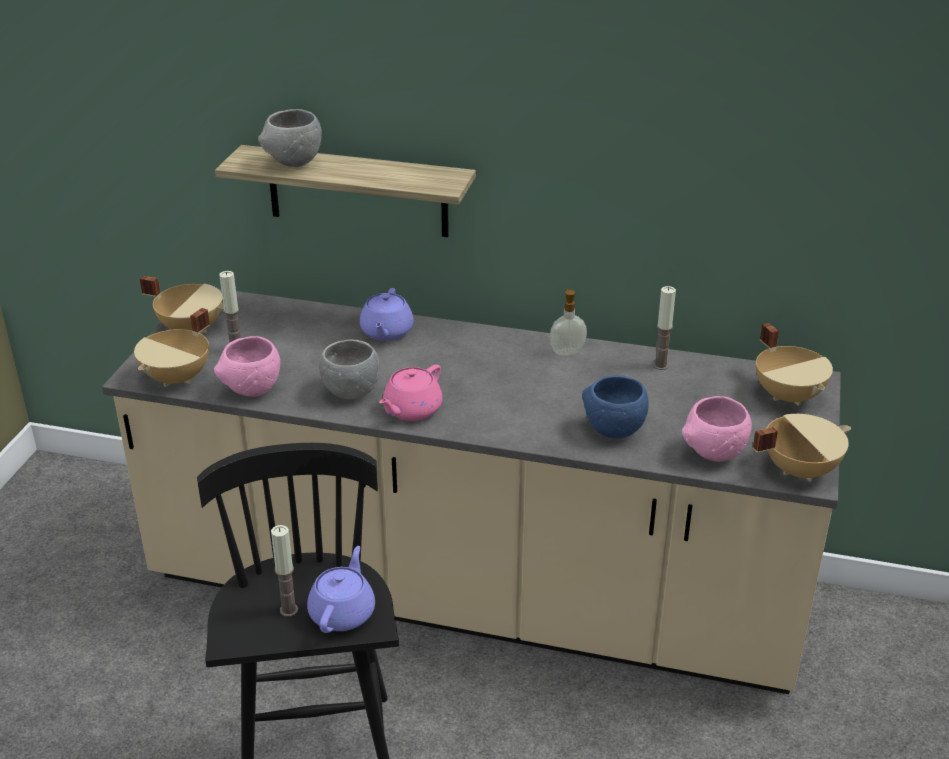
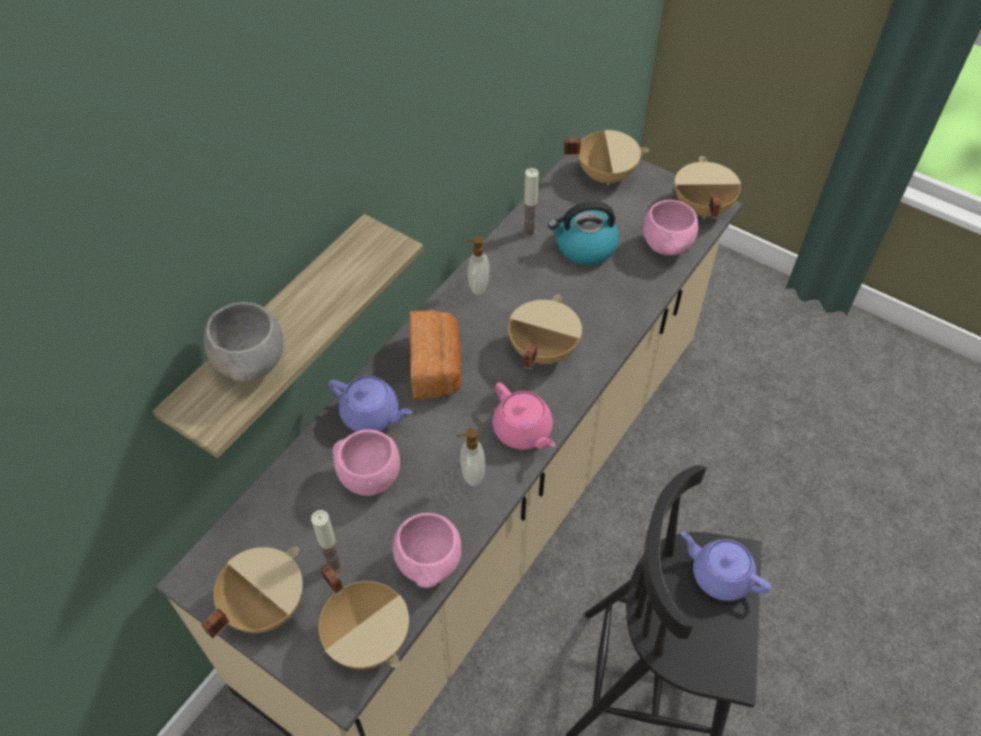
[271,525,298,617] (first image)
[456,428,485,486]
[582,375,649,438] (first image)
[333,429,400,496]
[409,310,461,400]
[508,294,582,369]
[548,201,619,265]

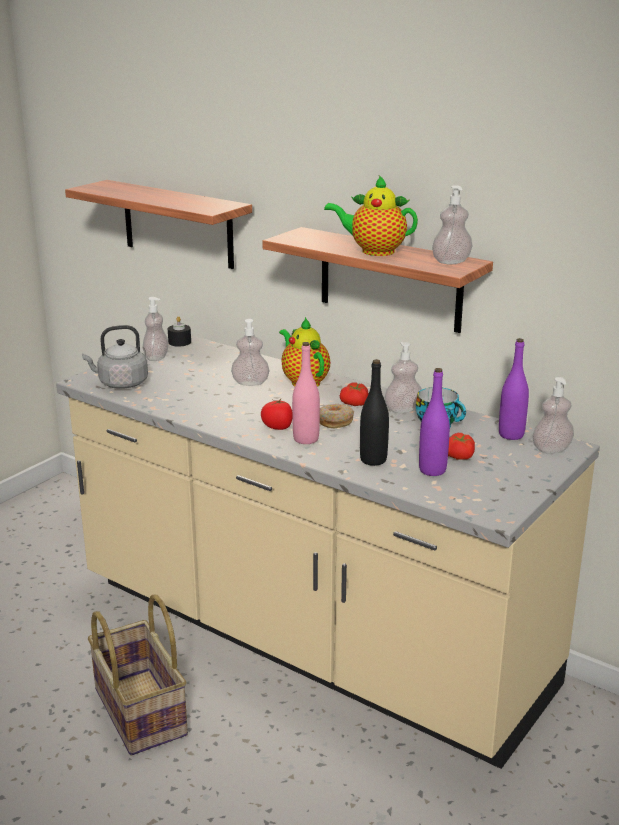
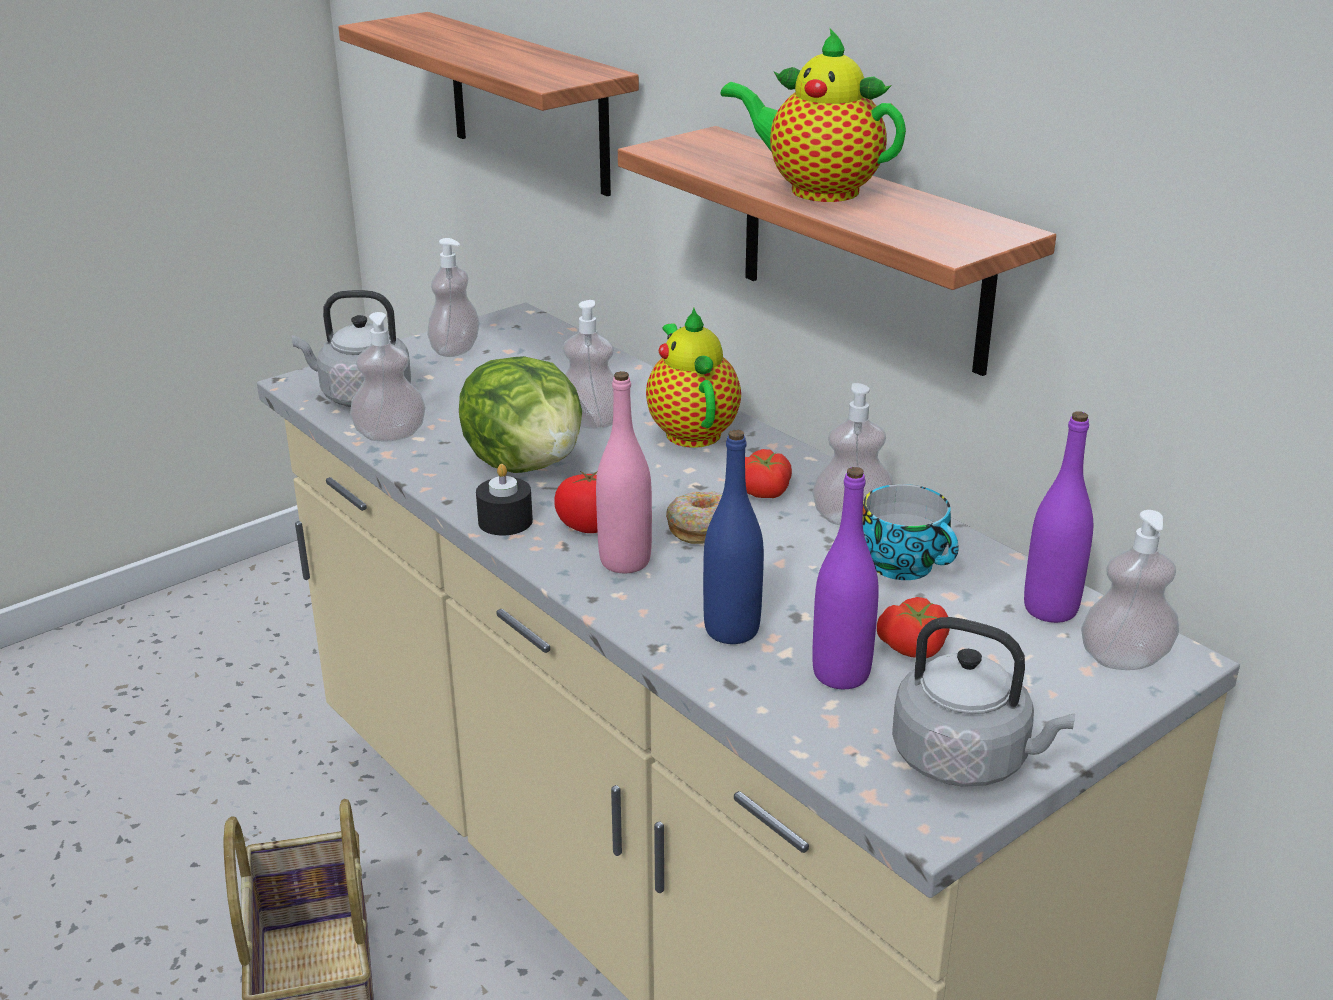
[476,464,533,535]
[703,430,764,644]
[350,312,426,441]
[459,356,582,473]
[892,617,1075,787]

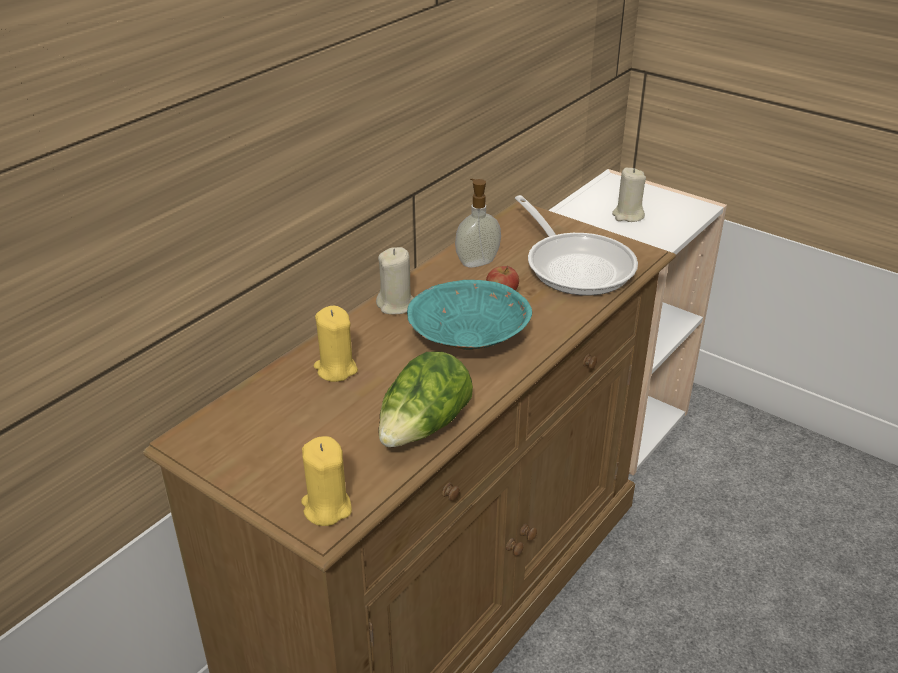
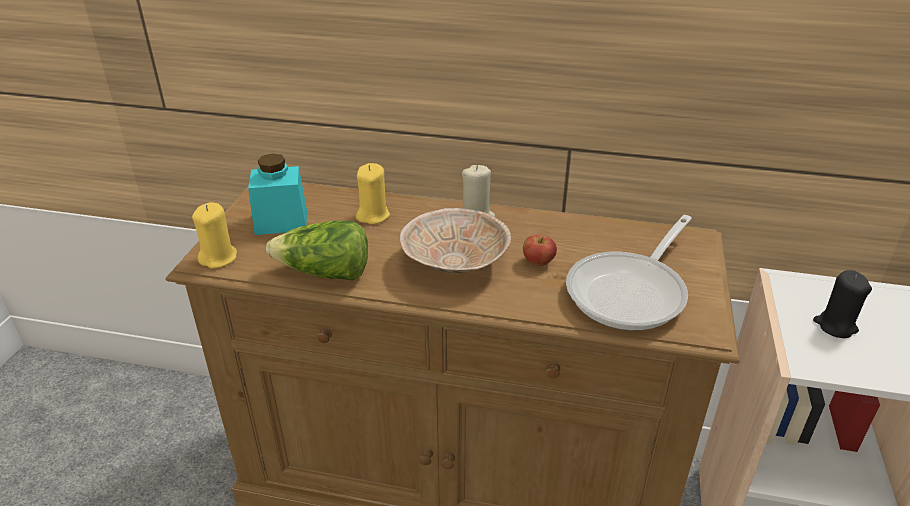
[399,208,511,273]
[455,179,501,268] (first image)
[813,270,872,338]
[248,153,307,235]

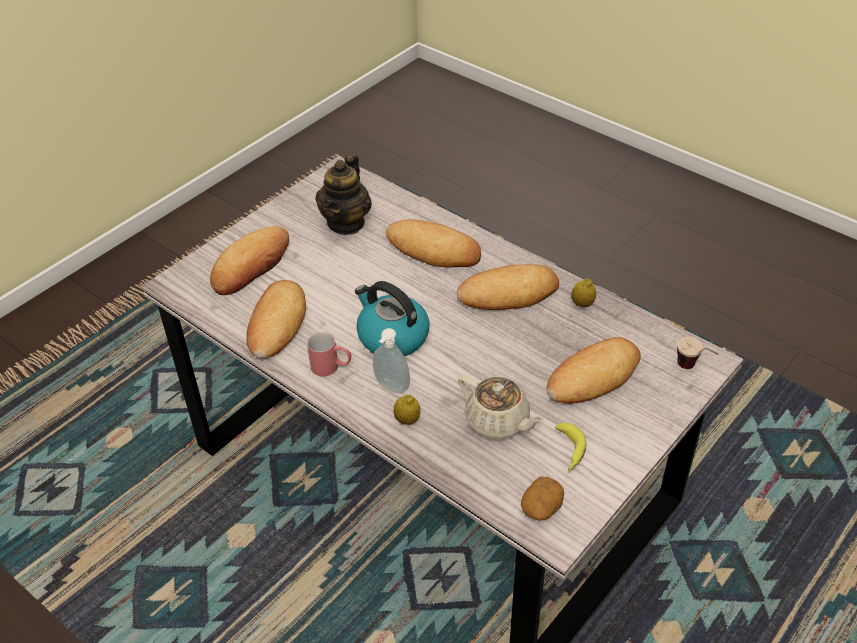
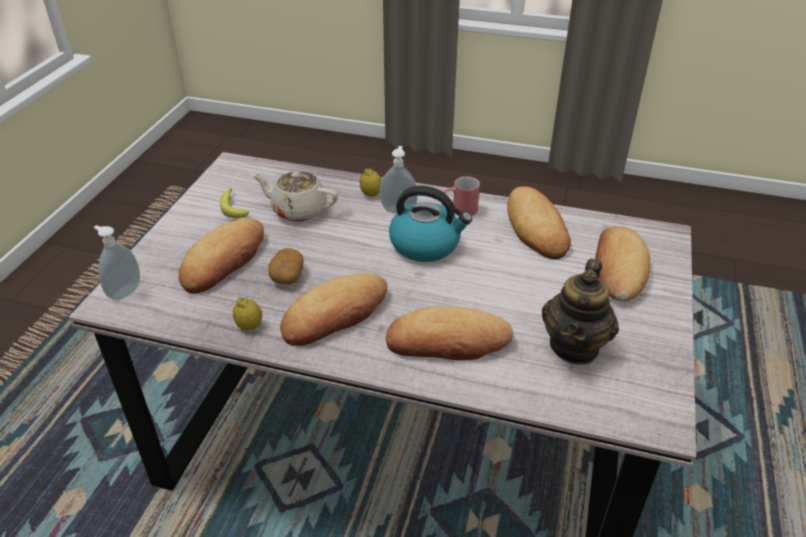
[542,258,619,365]
[268,248,304,285]
[94,225,140,301]

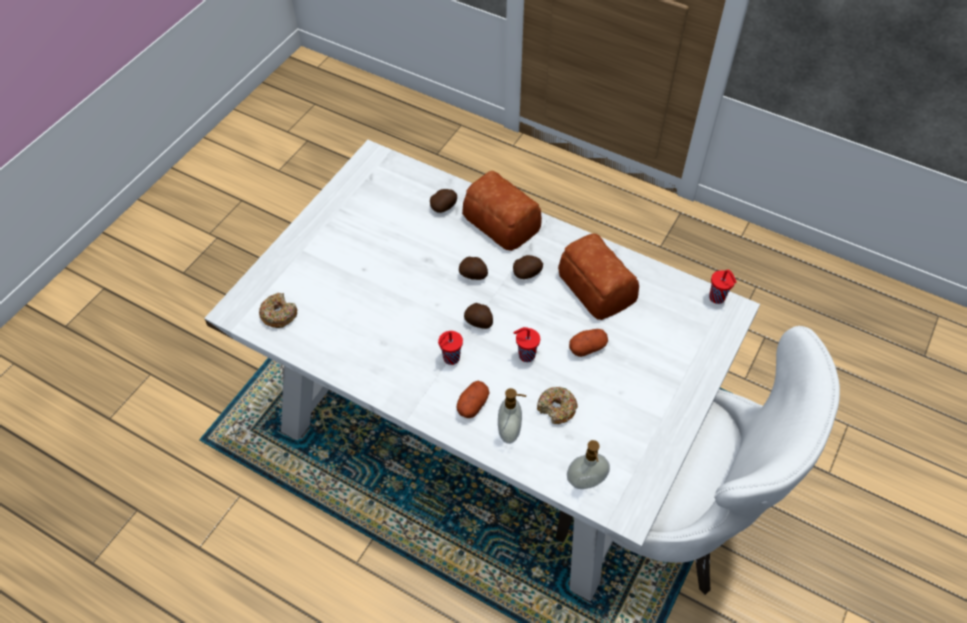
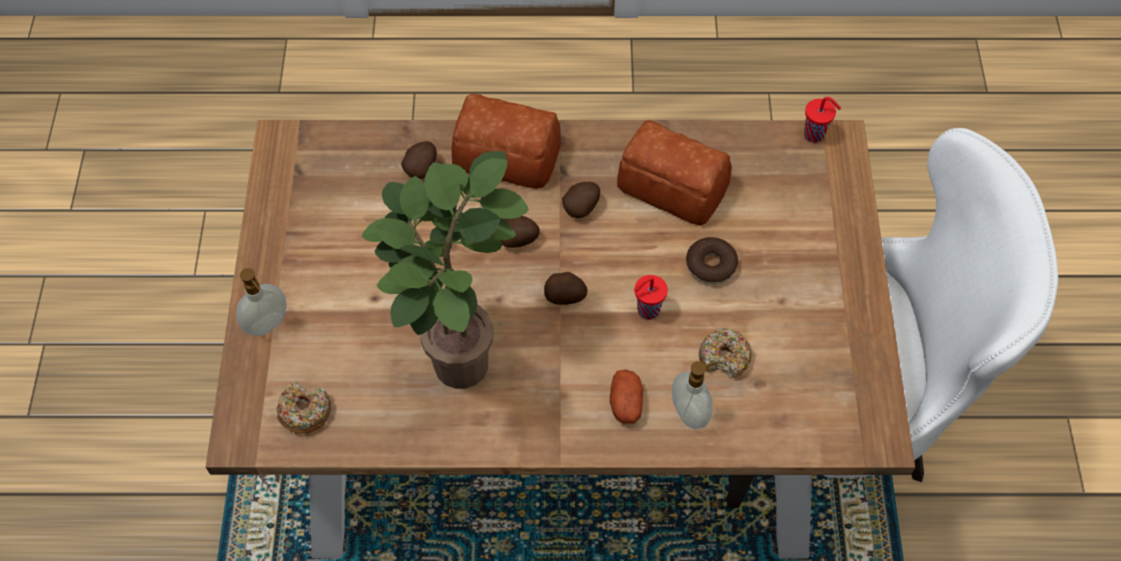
[206,120,915,558]
[438,331,463,365] (first image)
[236,268,287,336]
[686,237,738,284]
[362,151,529,389]

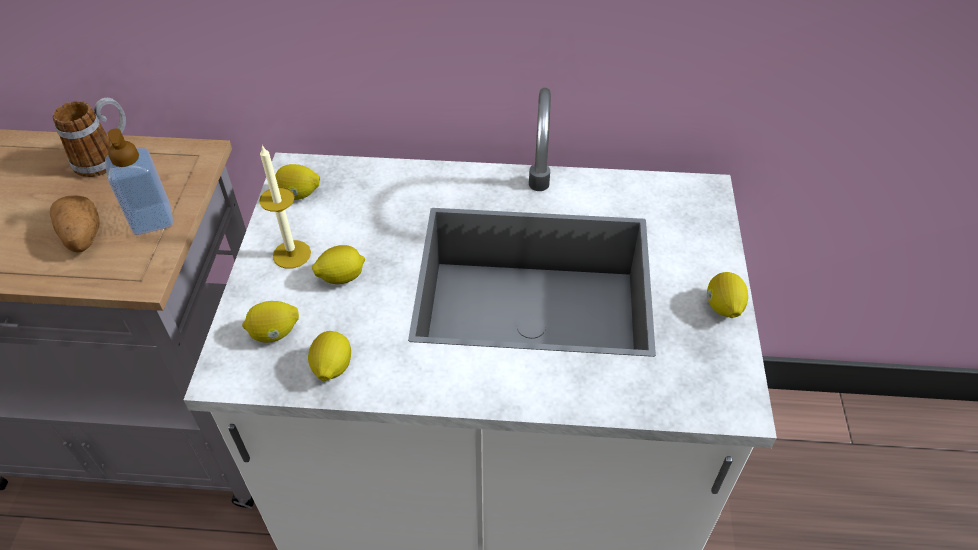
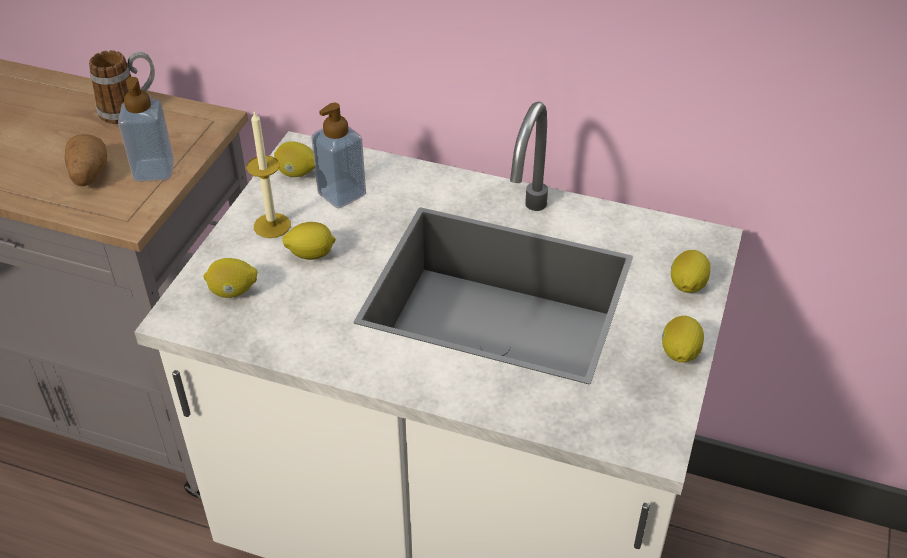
[671,250,711,293]
[311,103,366,209]

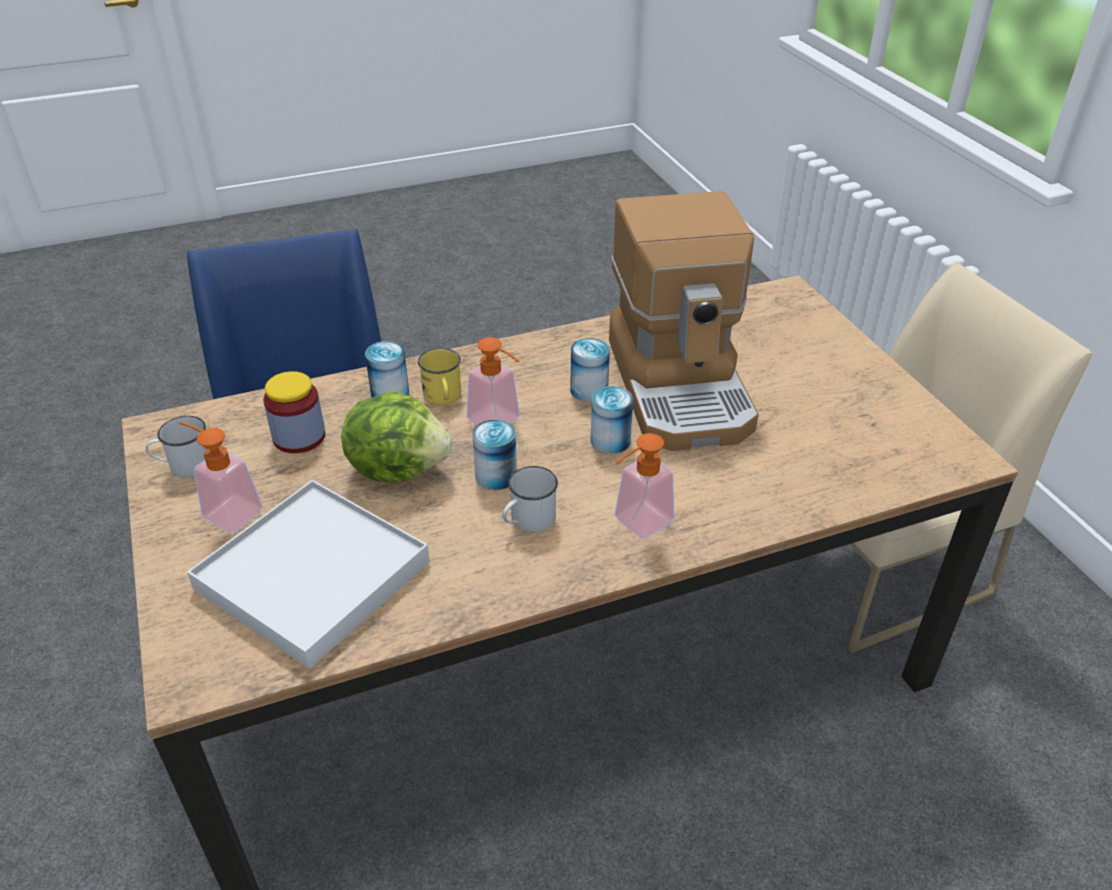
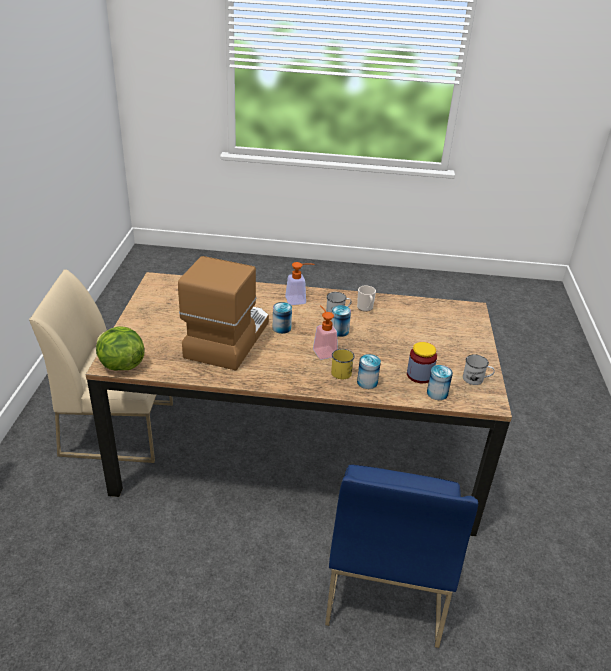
[179,422,263,533] (first image)
[187,480,430,669] (first image)
[96,326,144,370]
[427,365,453,400]
[357,286,376,312]

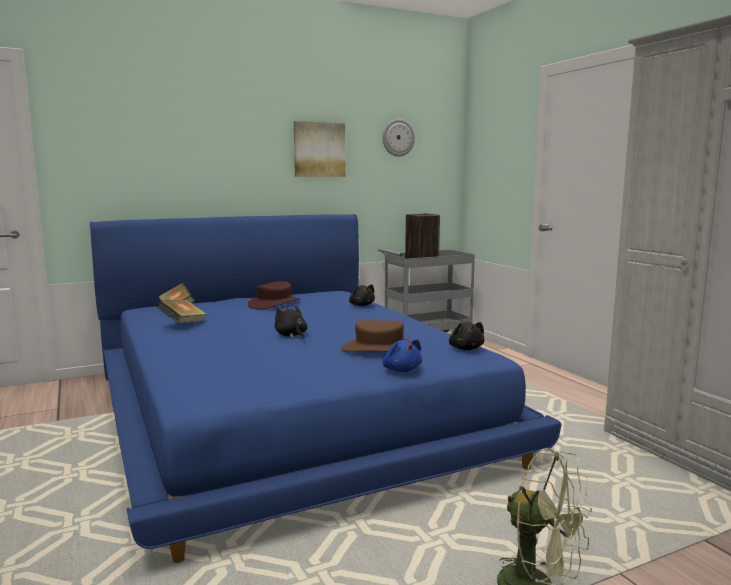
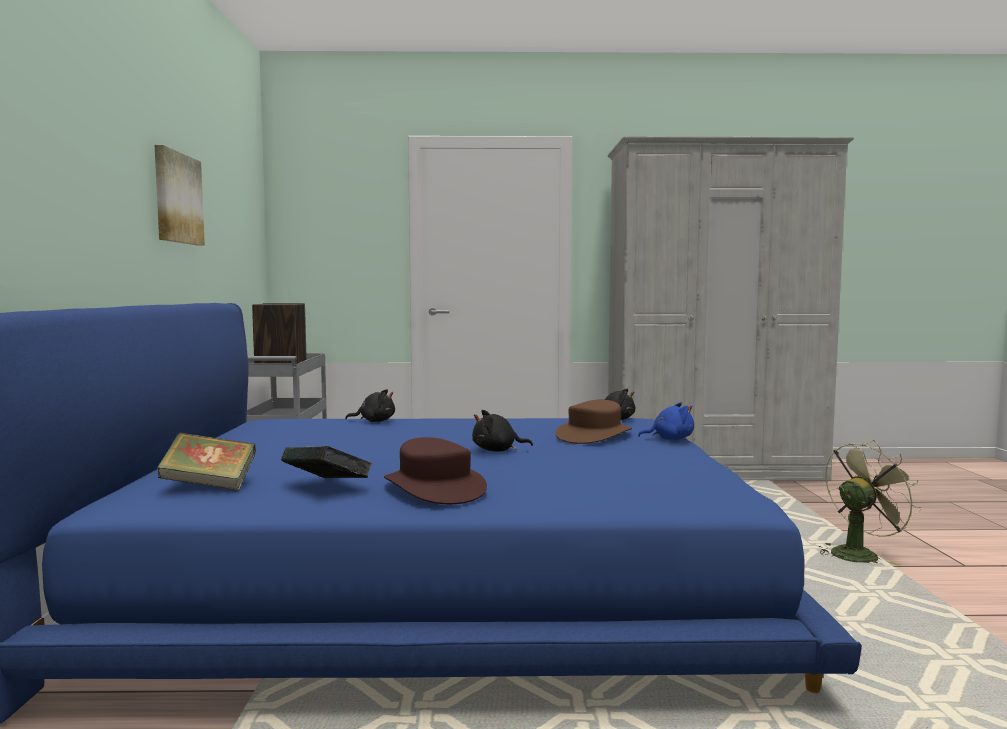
[384,437,487,504]
[382,119,415,157] (first image)

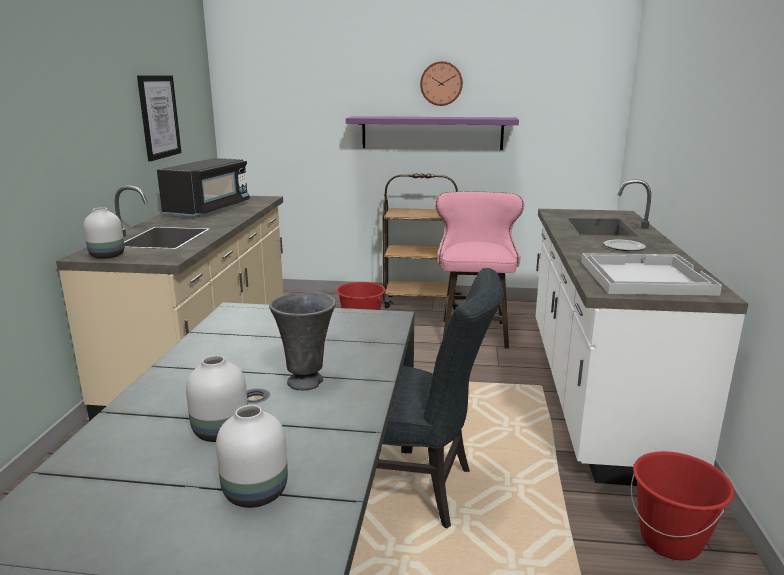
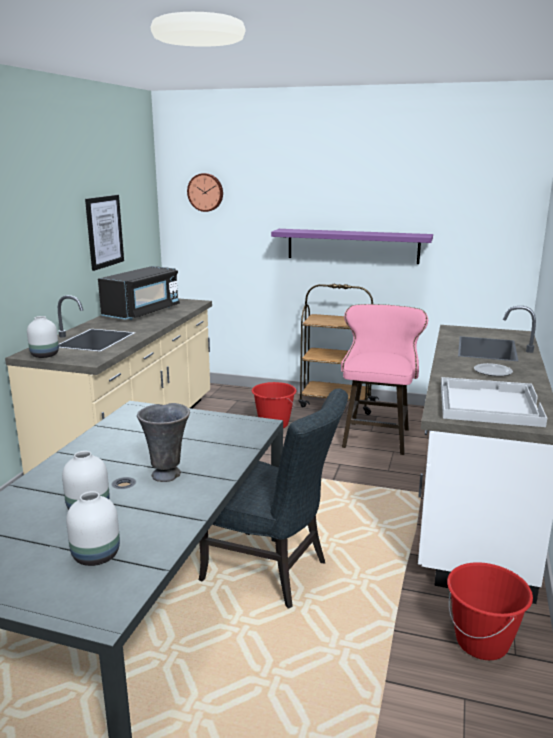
[187,173,223,212]

